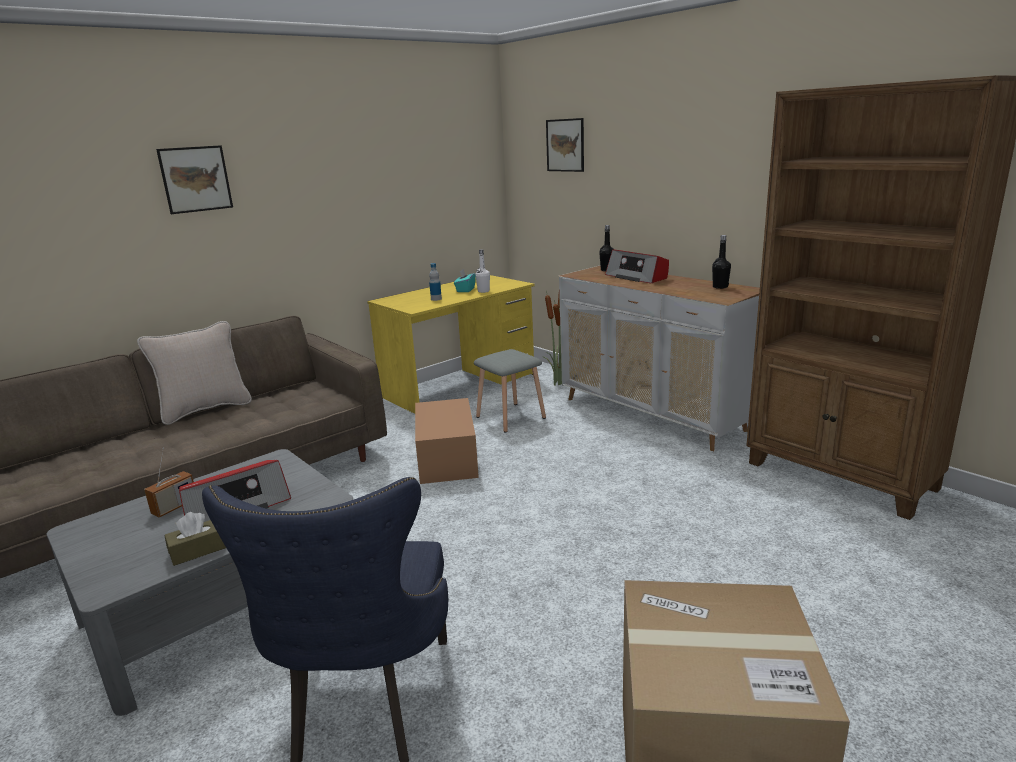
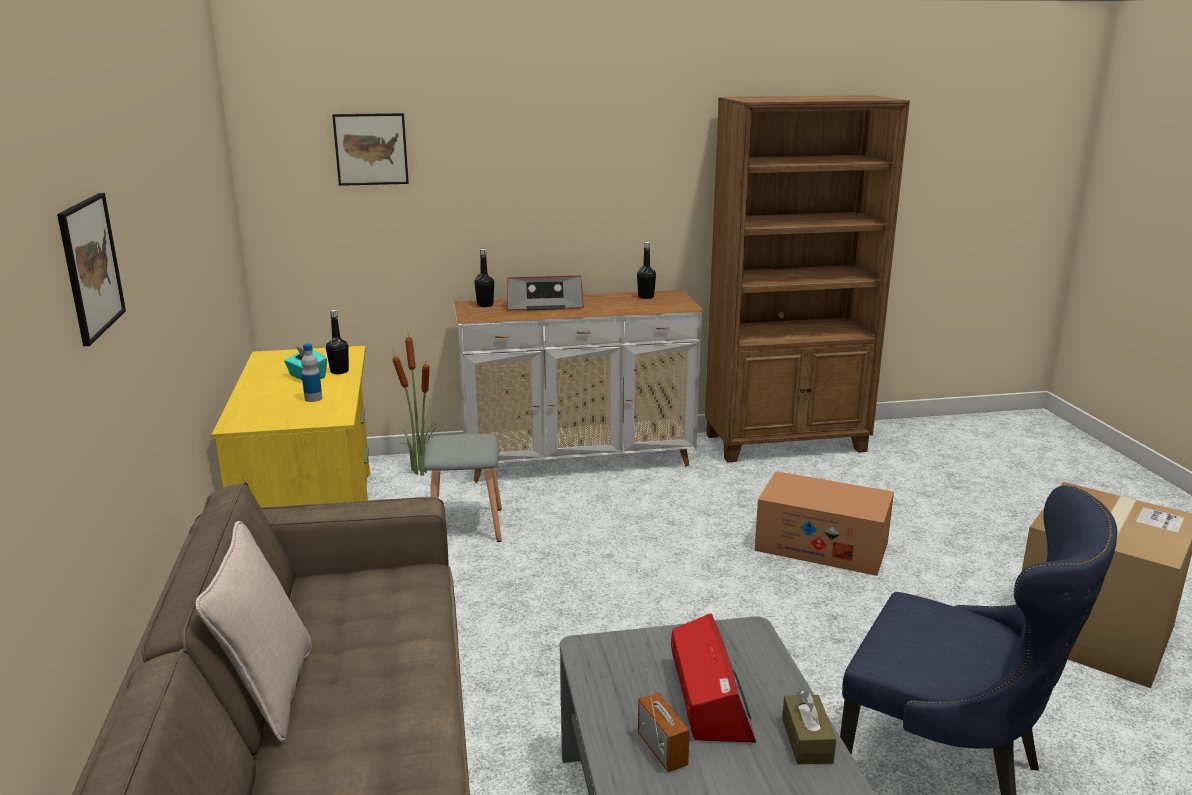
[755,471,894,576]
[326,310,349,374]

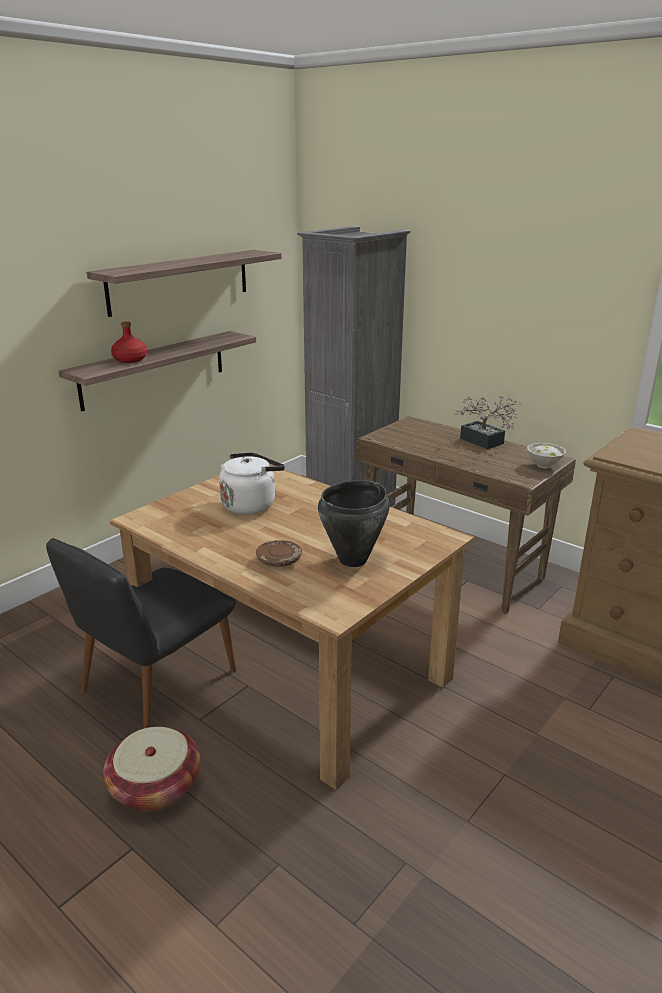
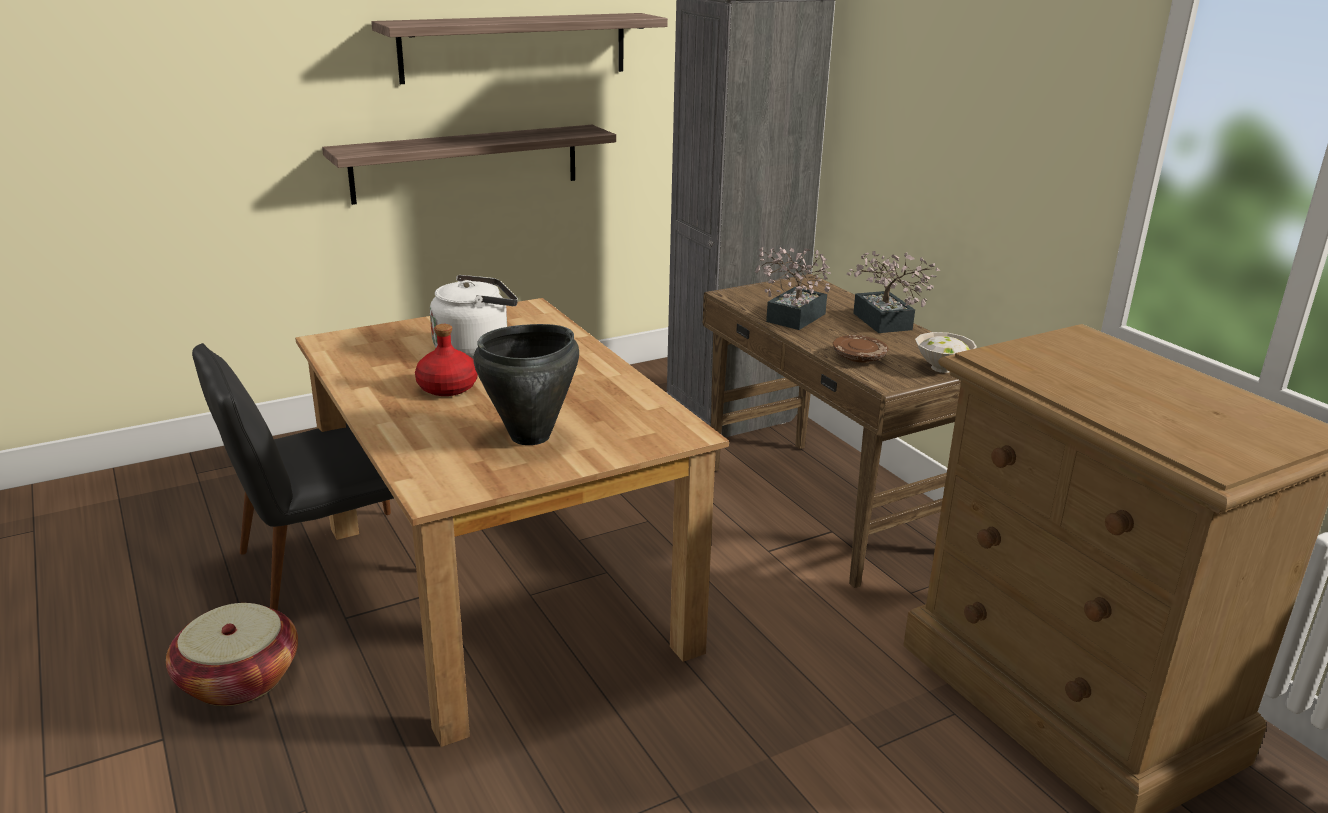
[415,324,478,396]
[833,335,888,363]
[755,247,831,330]

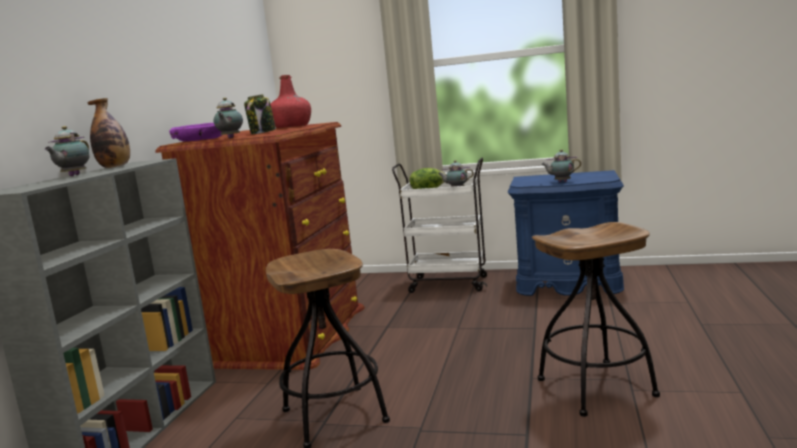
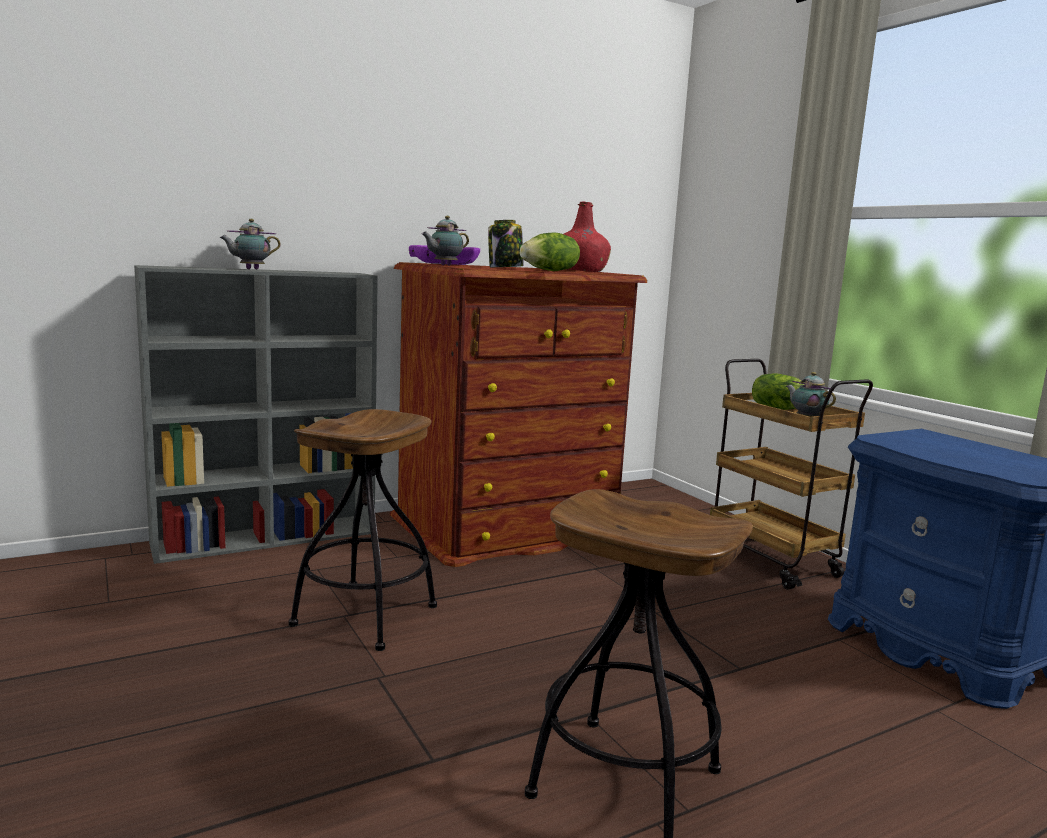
[87,98,130,168] (first image)
[710,359,873,590]
[542,149,581,182] (first image)
[520,233,580,271]

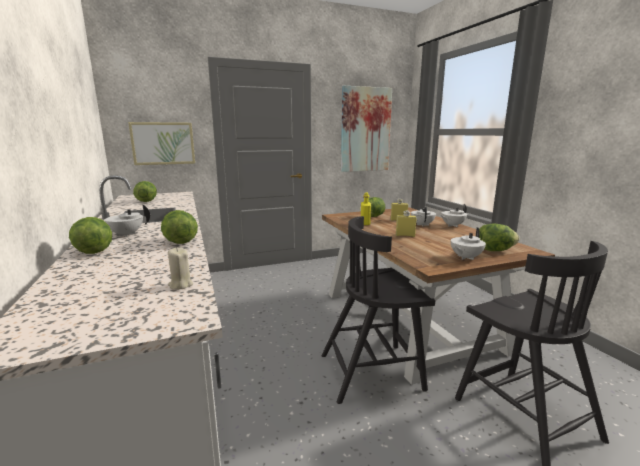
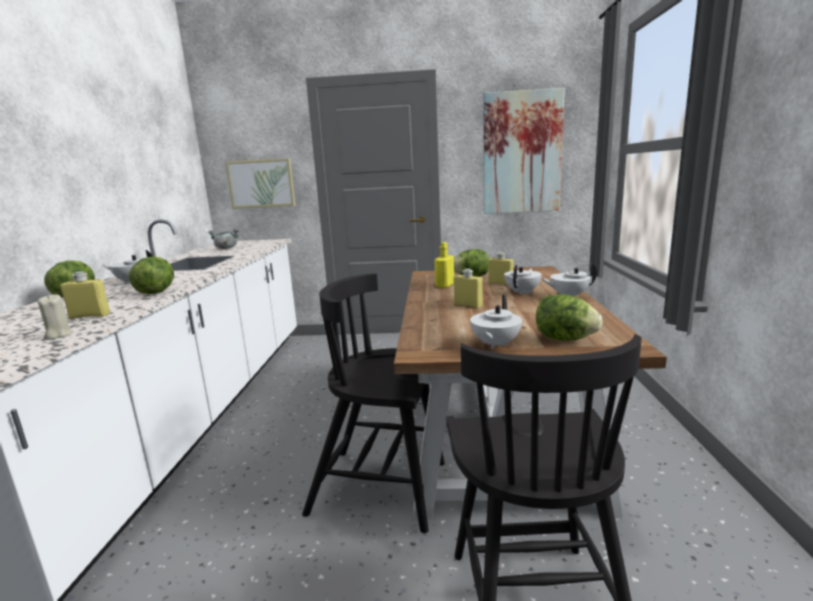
[208,228,239,249]
[470,295,522,349]
[60,272,110,319]

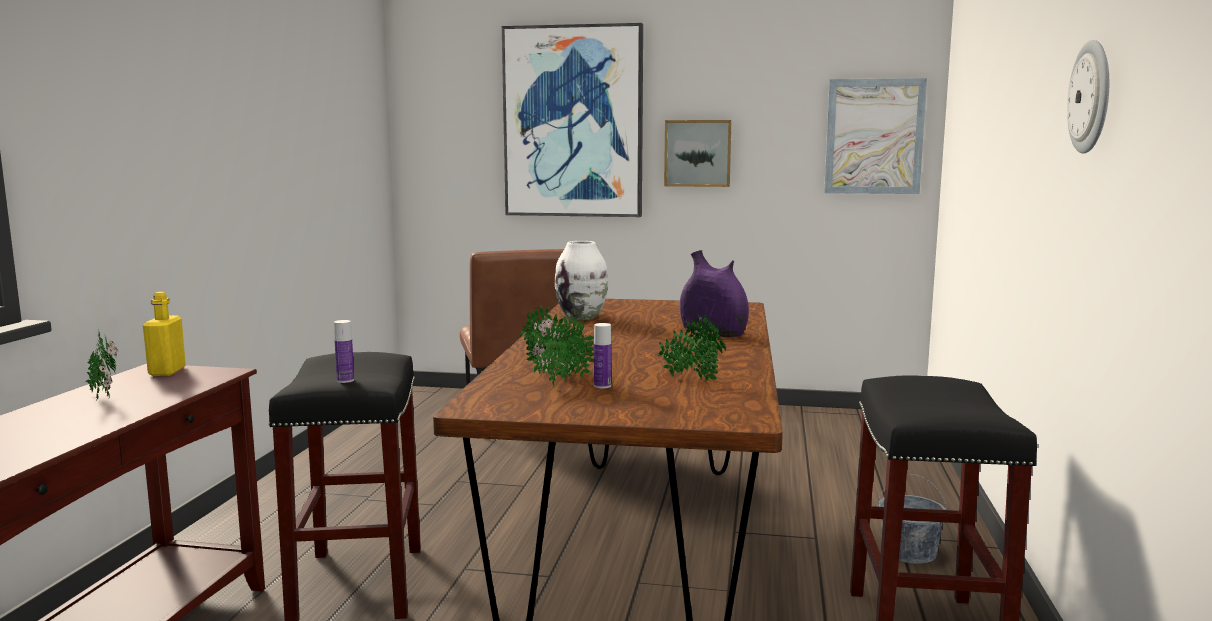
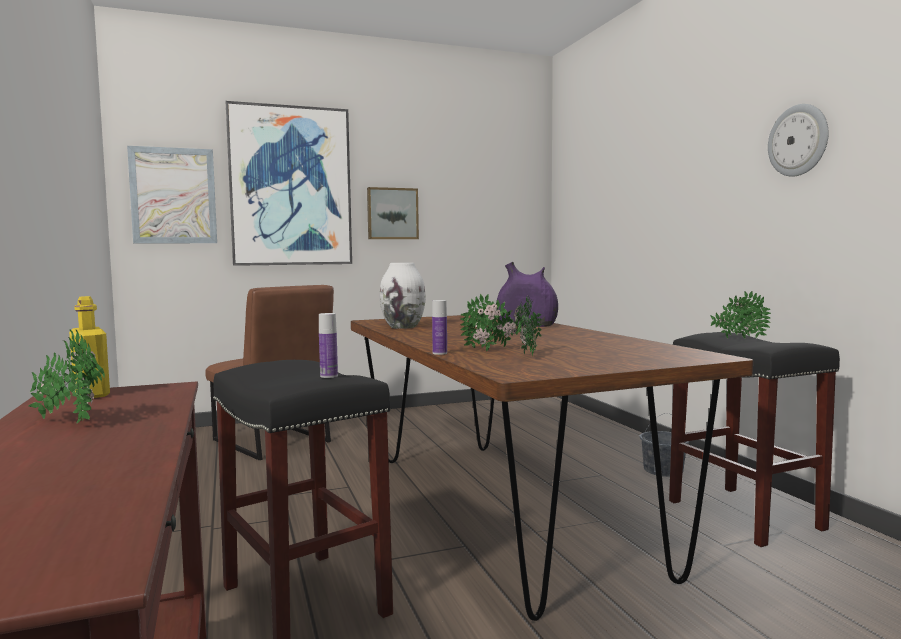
[432,300,447,355]
[710,291,771,339]
[127,146,217,244]

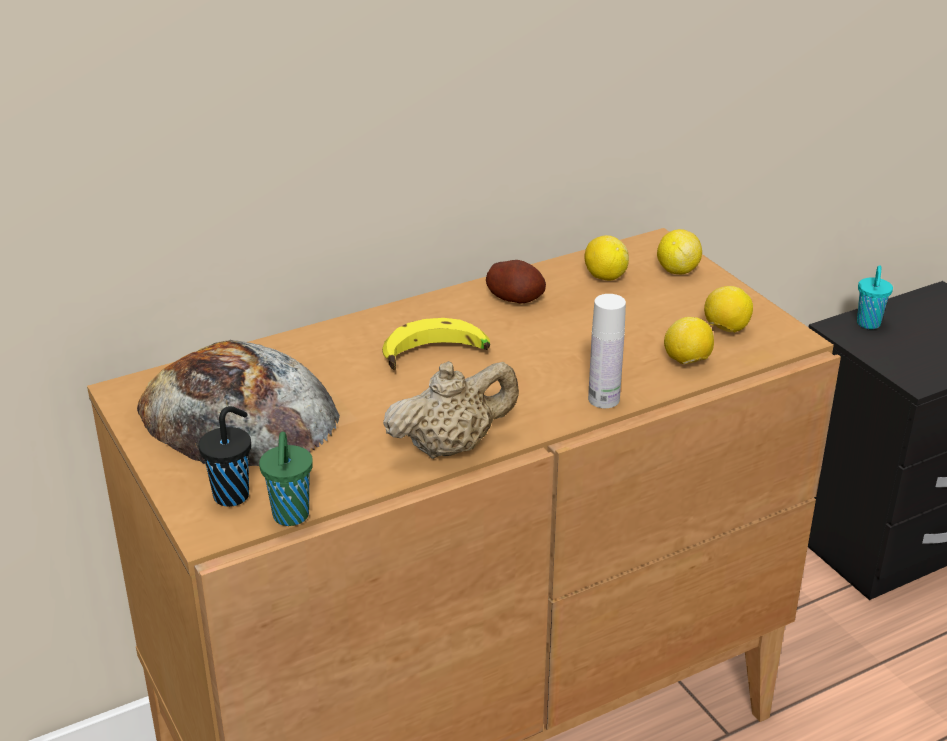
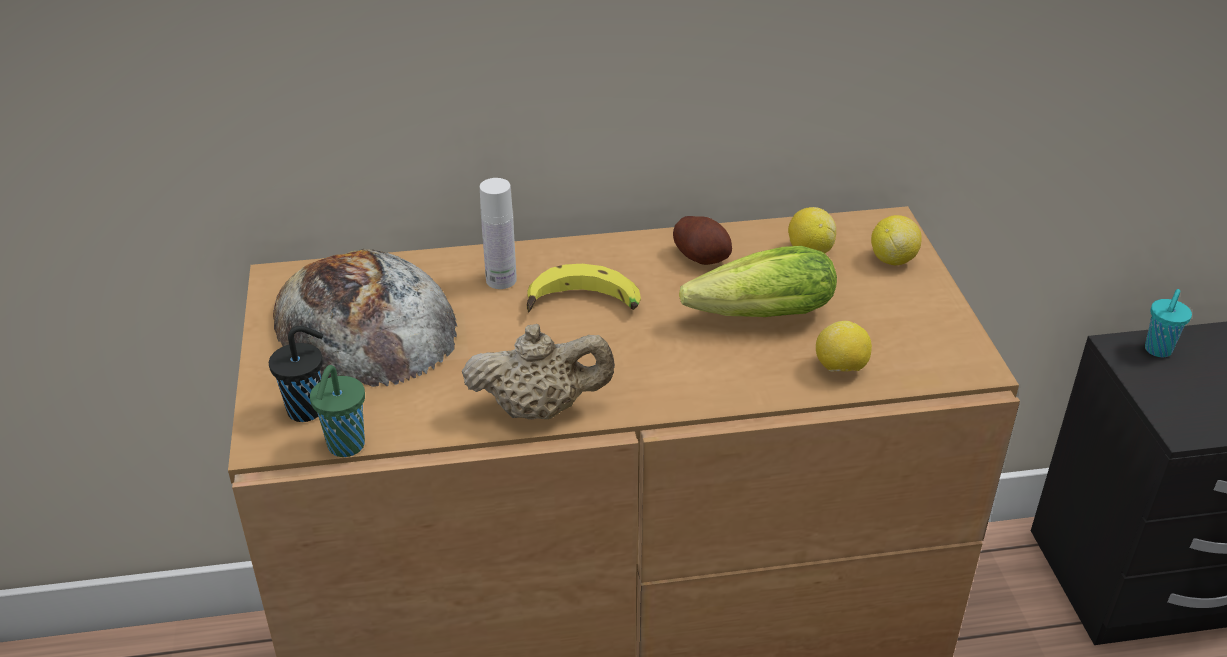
[480,178,517,289]
[704,286,753,333] (first image)
[679,246,837,317]

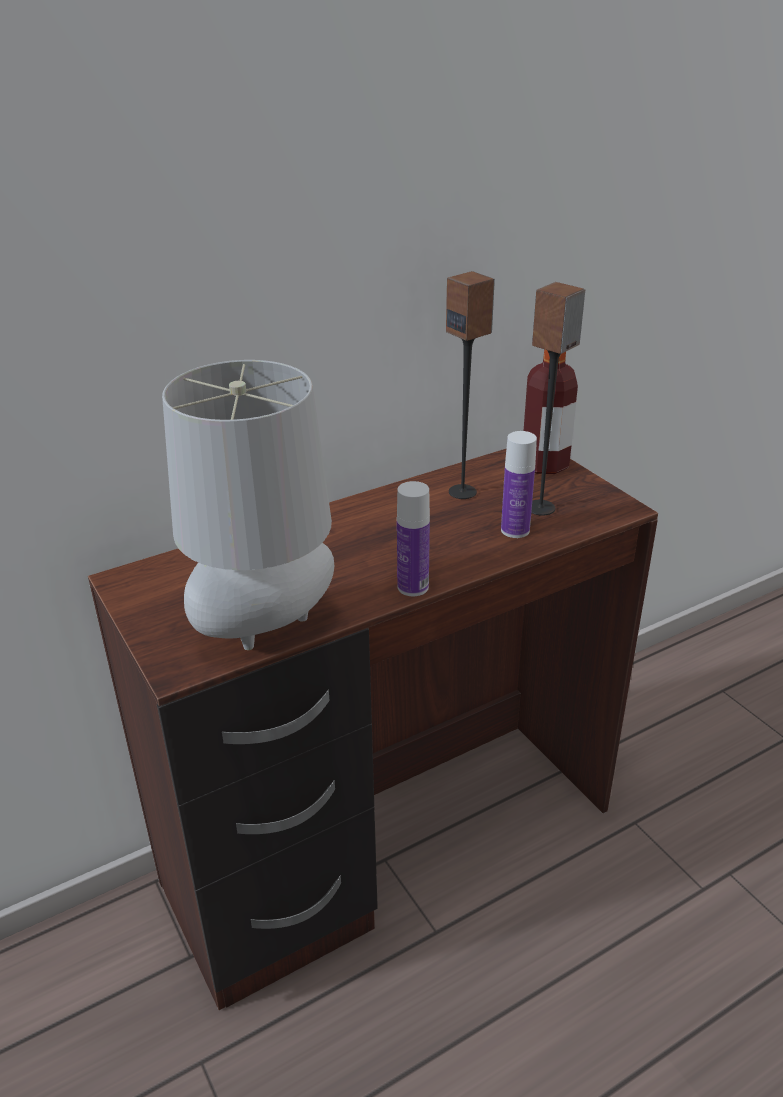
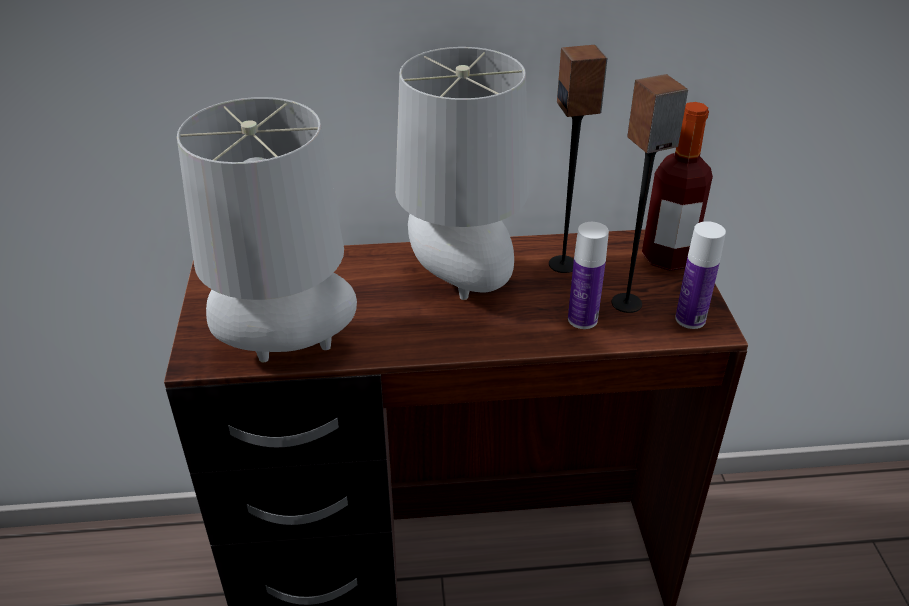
[675,221,726,329]
[395,47,529,300]

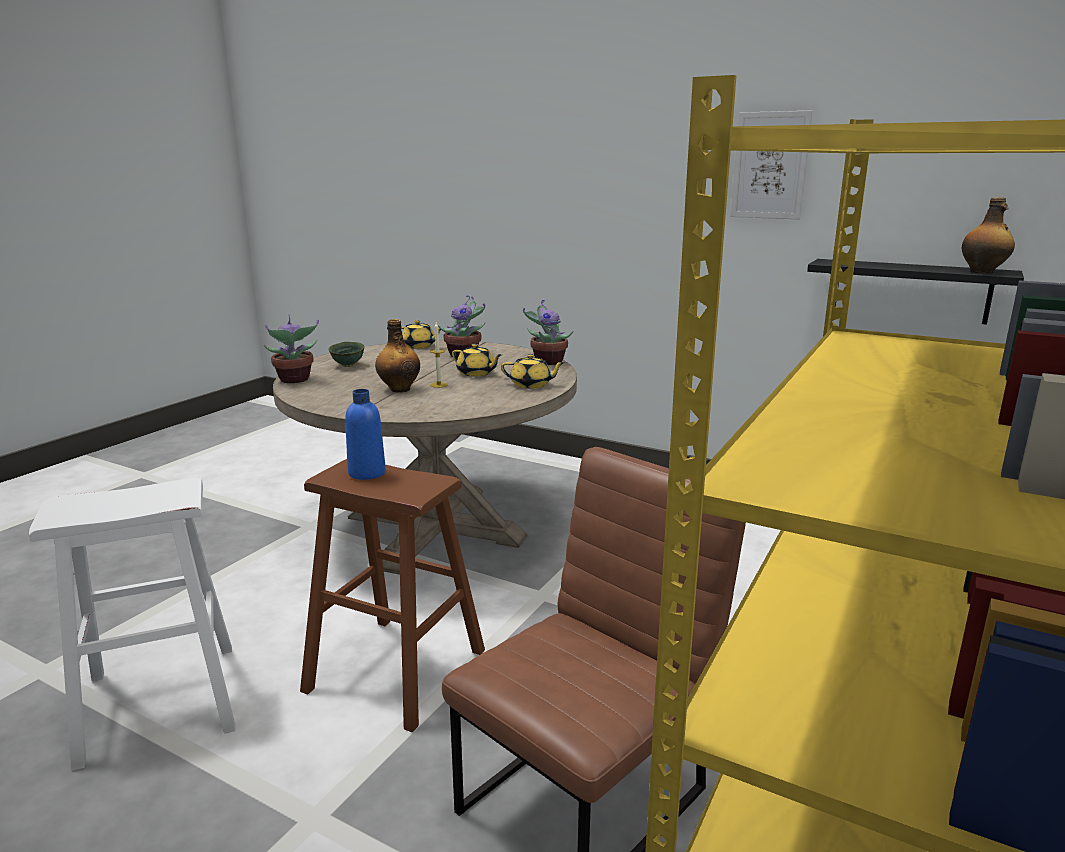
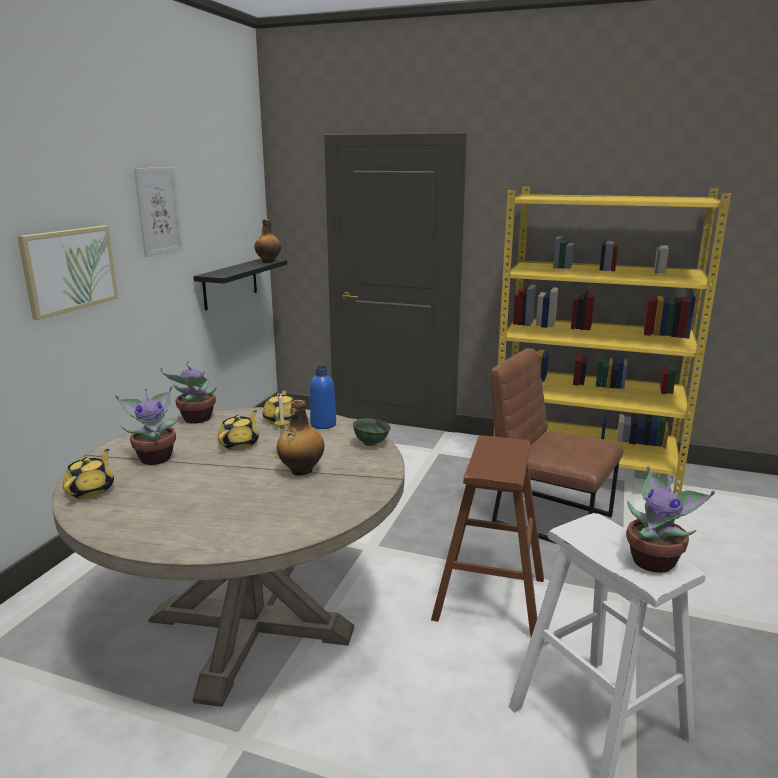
[626,466,715,573]
[353,418,391,446]
[310,366,336,429]
[17,226,118,320]

